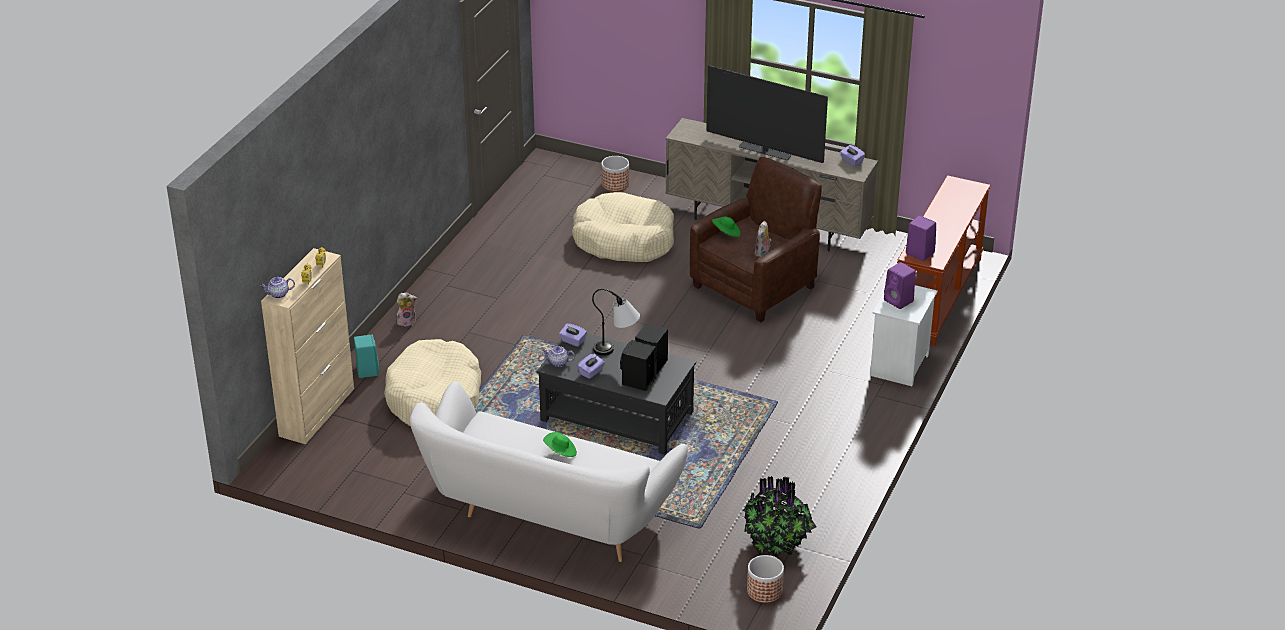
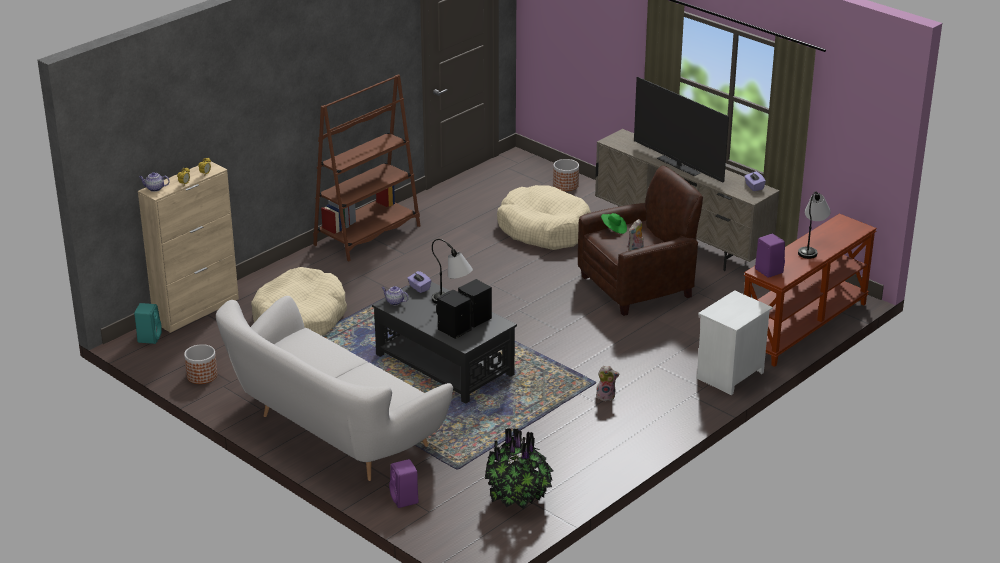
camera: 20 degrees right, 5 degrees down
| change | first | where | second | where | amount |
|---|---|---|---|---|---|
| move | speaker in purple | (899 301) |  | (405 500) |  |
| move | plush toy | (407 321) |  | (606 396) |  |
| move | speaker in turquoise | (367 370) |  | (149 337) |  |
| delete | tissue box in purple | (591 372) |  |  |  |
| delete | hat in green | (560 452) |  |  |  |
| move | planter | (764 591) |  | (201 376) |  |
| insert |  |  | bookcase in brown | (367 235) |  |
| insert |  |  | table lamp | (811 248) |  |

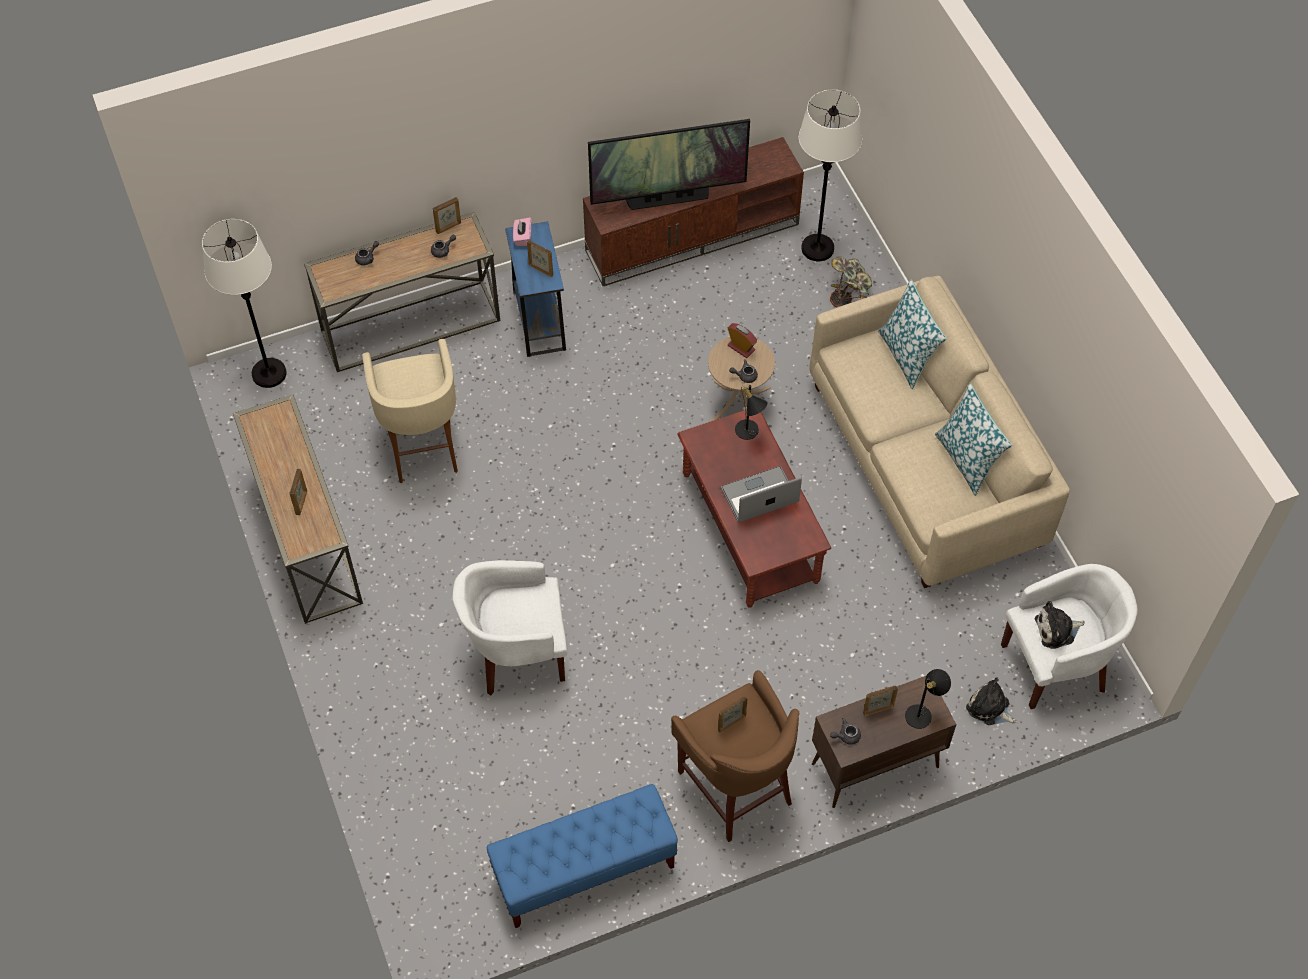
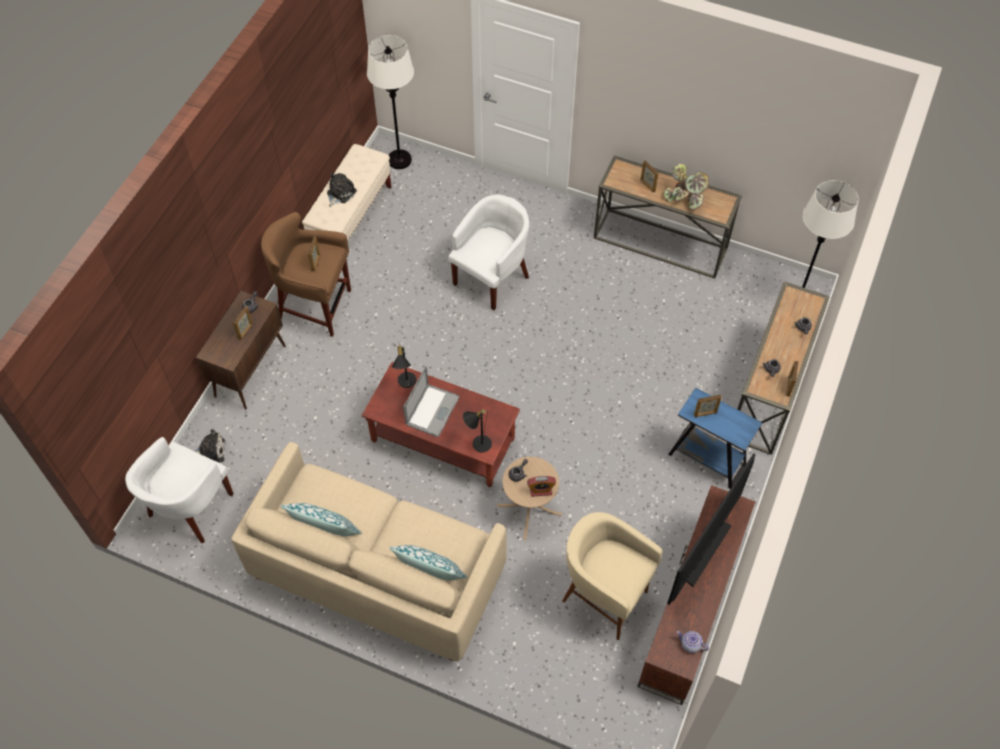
camera: 135 degrees right, 0 degrees up
| change | first | where | second | where | amount |
|---|---|---|---|---|---|
| move | floor lamp in white | (817 248) |  | (399 160) |  |
| delete | tissue box in pink | (522 237) |  |  |  |
| move | potted plant | (850 291) |  | (685 198) |  |
| move | stool in beige | (422 445) |  | (603 598) |  |
| move | plush toy | (1057 630) |  | (340 193) |  |
| move | table lamp in black | (922 714) |  | (405 383) |  |
| recolor | bench in blue | (584 870) | bench in beige | (351 218) |  |
| insert |  |  | teapot | (691 645) |  |

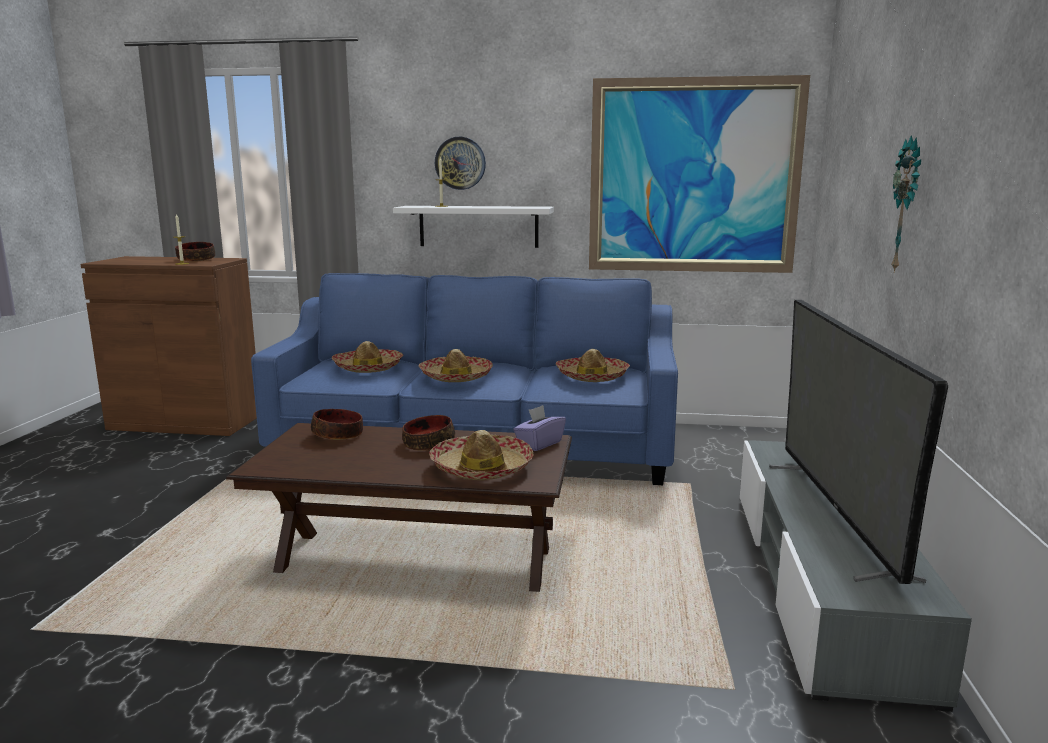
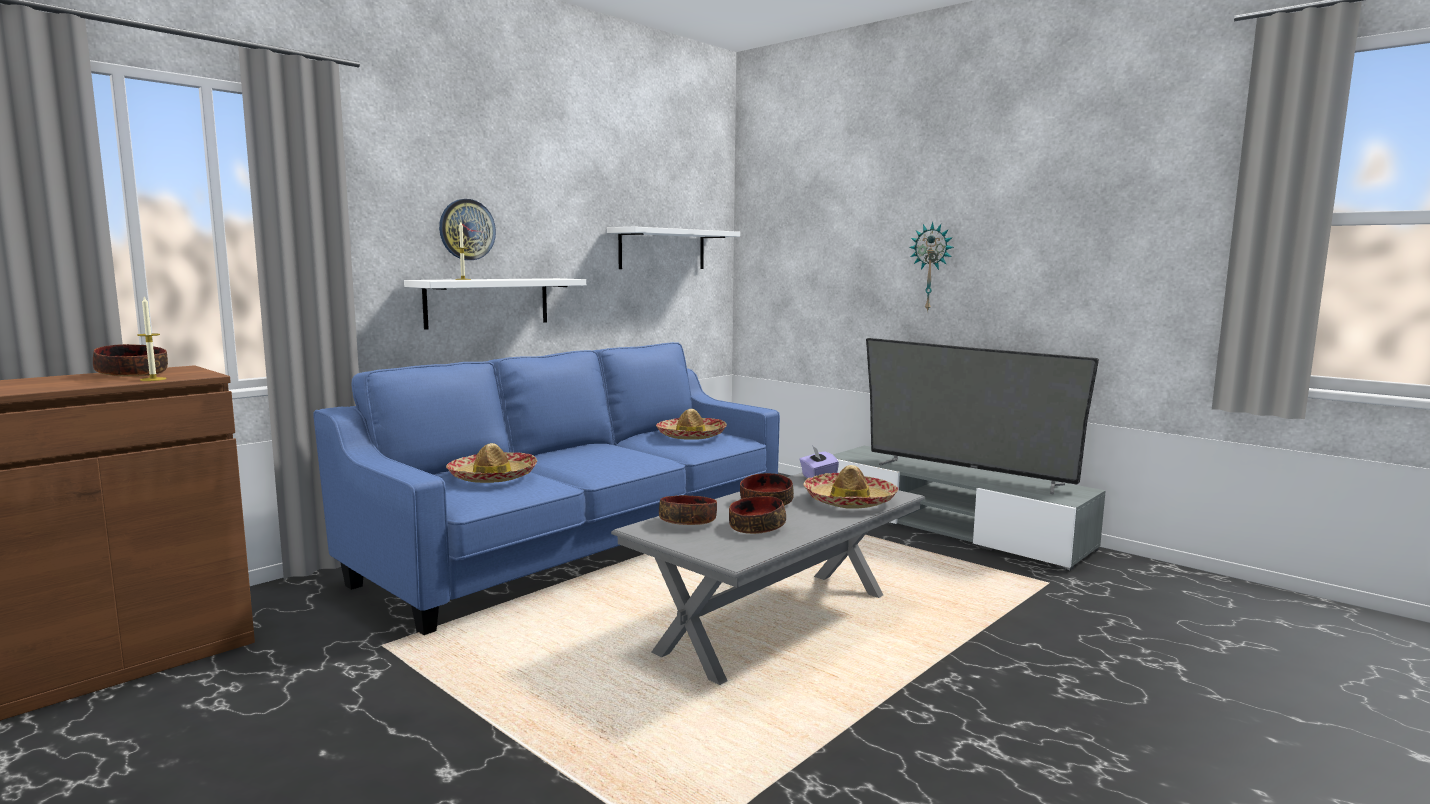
camera: 55 degrees left, 5 degrees down
| change | first | where | second | where | amount |
|---|---|---|---|---|---|
| replace | picture | (694 176) | shelf in white | (662 249) |  |
| delete | hat | (455 377) |  |  |  |
| recolor | coffee table in brown | (416 560) | coffee table in grey | (776 622) |  |
| insert |  |  | bowl | (756 527) |  |

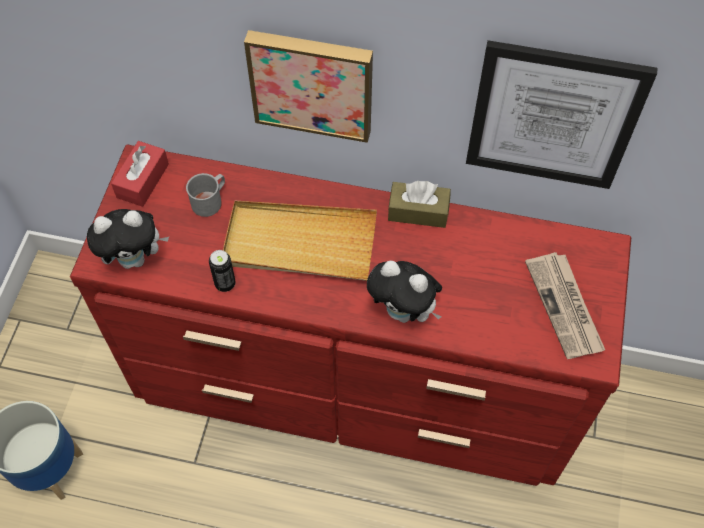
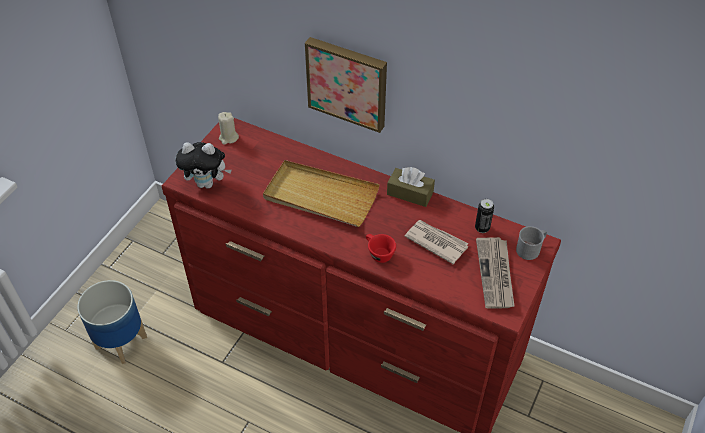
camera: 15 degrees right, 10 degrees down
| change | first | where | second | where | amount |
|---|---|---|---|---|---|
| delete | picture | (553 117) |  |  |  |
| replace | tissue box in red | (142 180) | candle in beige | (228 138) |  |
| move | mug in grey | (210 200) |  | (530 249) |  |
| move | can | (225 284) |  | (482 228) |  |
| replace | plush toy | (404 312) | cup in red | (378 253) |  |
| insert |  |  | newspaper | (436 242) |  |

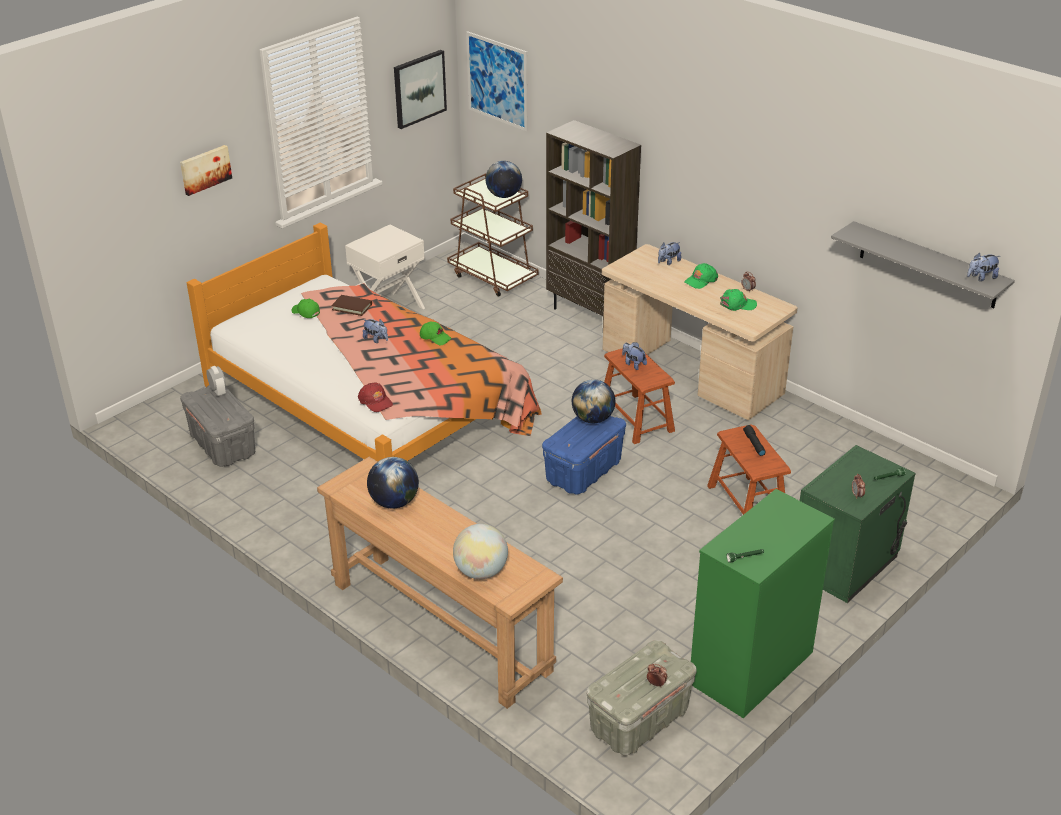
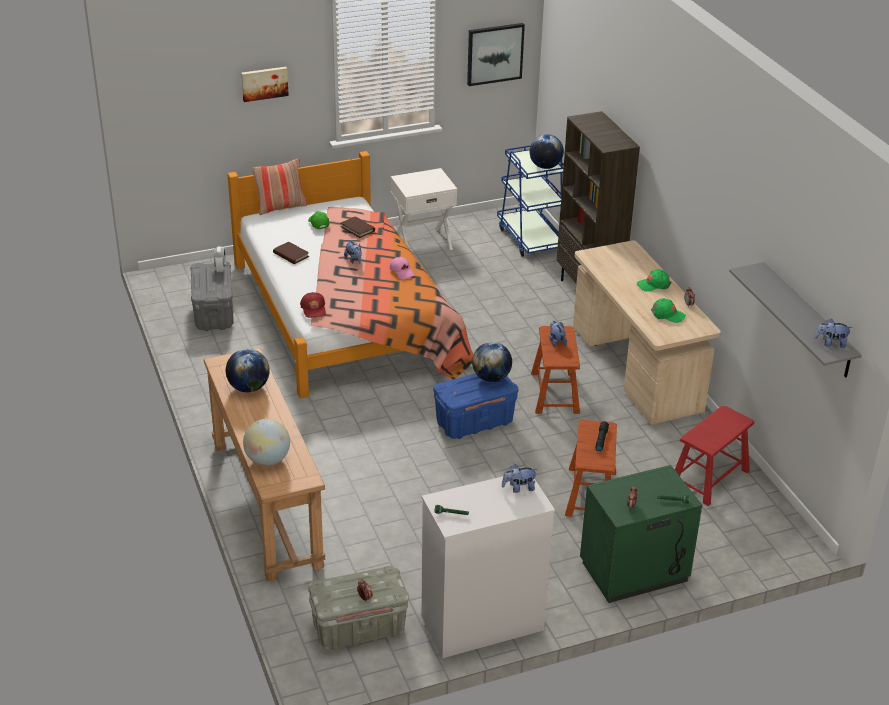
camera: 25 degrees right, 0 degrees up
| change | first | where | second | where | amount |
|---|---|---|---|---|---|
| delete | picture | (497 81) |  |  |  |
| recolor | cart in brown | (493 277) | cart in blue | (531 238) |  |
| move | plush toy | (668 262) |  | (518 488) |  |
| recolor | cap in green | (435 338) | cap in pink | (402 272) |  |
| recolor | dresser in green | (750 668) | dresser in white | (481 623) |  |
| insert |  |  | pillow | (280 207) |  |
| insert |  |  | book in brown | (291 255) |  |
| insert |  |  | stool in red | (709 477) |  |

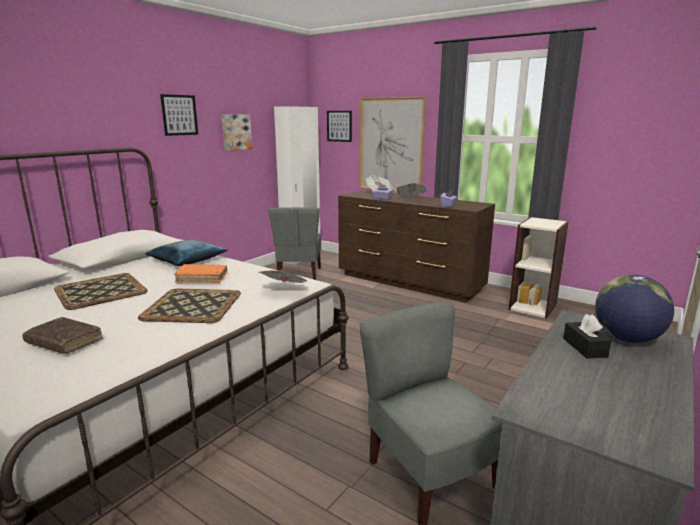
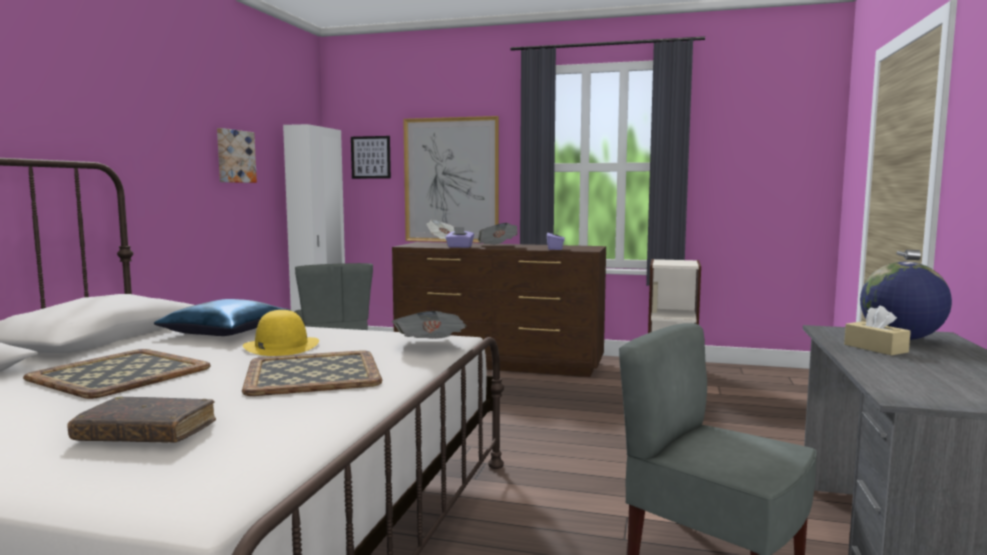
camera: 20 degrees left, 10 degrees down
| change | first | where | second | where | amount |
|---|---|---|---|---|---|
| delete | picture | (179 115) |  |  |  |
| replace | book in orange | (202 278) | hat in yellow | (281 346) |  |
| recolor | tissue box in black | (584 347) | tissue box in beige | (875 348) |  |

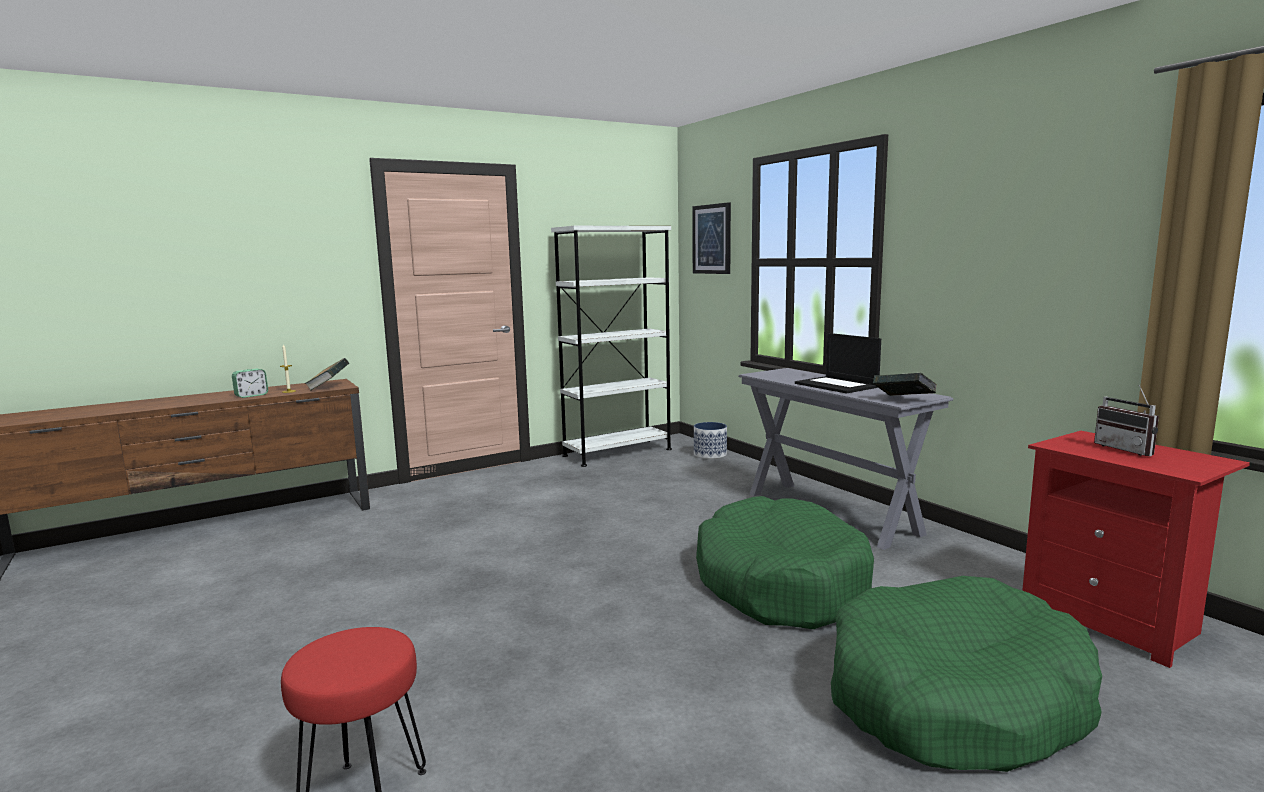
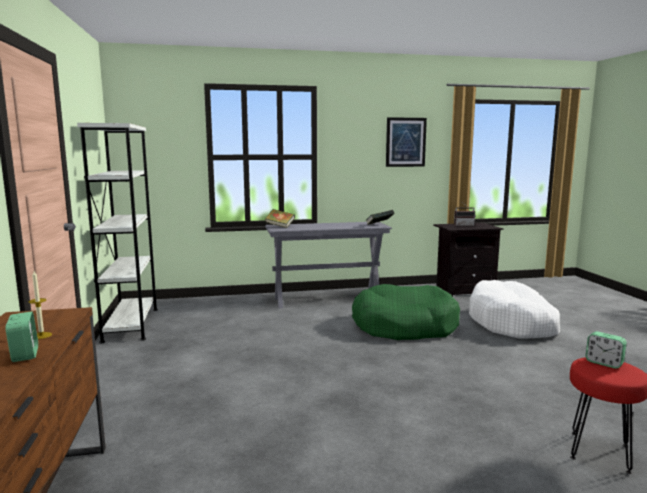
camera: 70 degrees left, 0 degrees up
| change | first | where | second | where | amount |
|---|---|---|---|---|---|
| move | picture | (712 239) |  | (405 142) |  |
| delete | laptop | (837 385) |  |  |  |
| move | book | (328 387) |  | (280 226) |  |
| delete | planter | (710 454) |  |  |  |
| recolor | nightstand in red | (1114 621) | nightstand in black | (463 291) |  |
| recolor | dog bed in green | (953 699) | dog bed in white | (512 322) |  |
| insert |  |  | alarm clock | (604 363) |  |

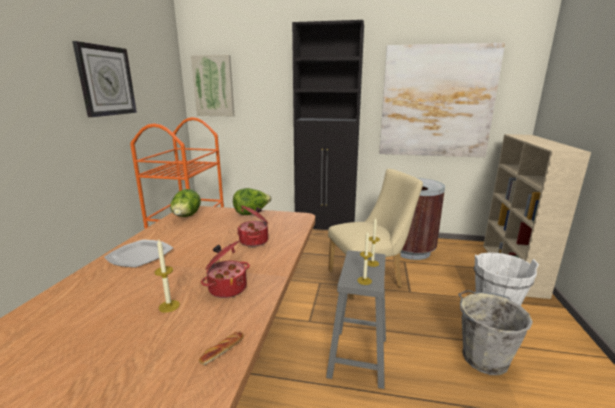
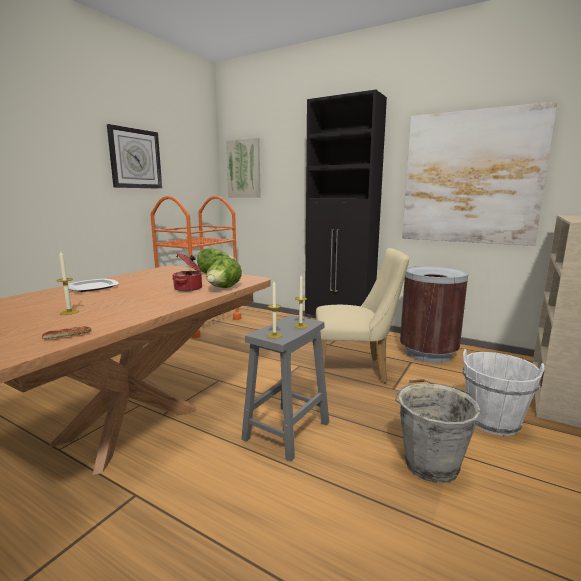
camera: 20 degrees right, 5 degrees down
| change | first | where | second | where | amount |
|---|---|---|---|---|---|
| move | lettuce | (186 217) |  | (223 288) |  |
| delete | cooking pot | (227 288) |  |  |  |

